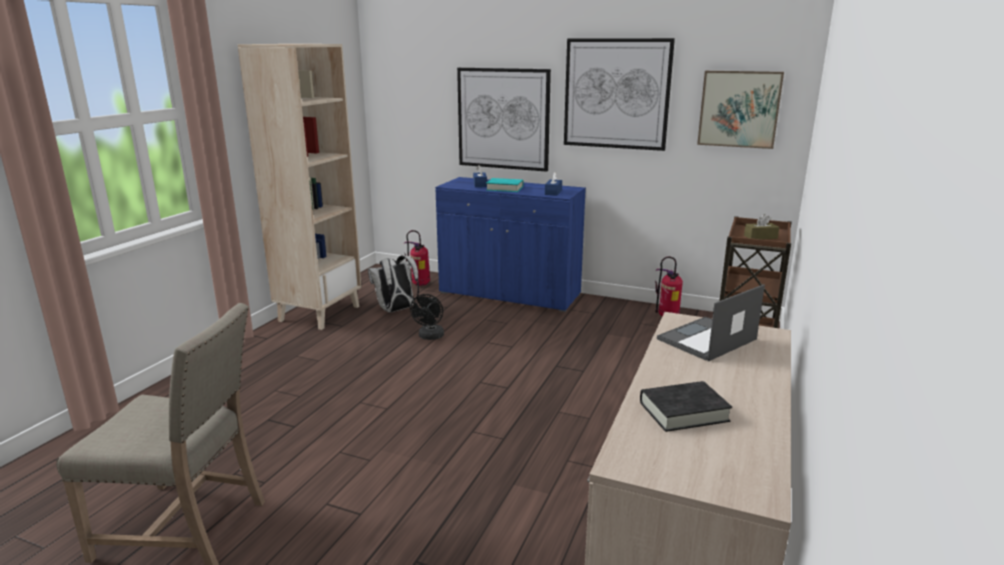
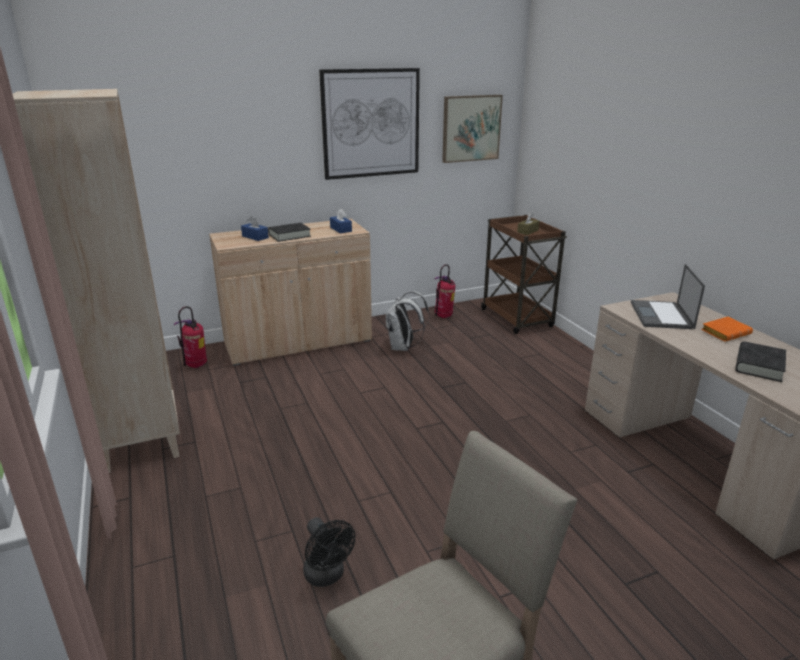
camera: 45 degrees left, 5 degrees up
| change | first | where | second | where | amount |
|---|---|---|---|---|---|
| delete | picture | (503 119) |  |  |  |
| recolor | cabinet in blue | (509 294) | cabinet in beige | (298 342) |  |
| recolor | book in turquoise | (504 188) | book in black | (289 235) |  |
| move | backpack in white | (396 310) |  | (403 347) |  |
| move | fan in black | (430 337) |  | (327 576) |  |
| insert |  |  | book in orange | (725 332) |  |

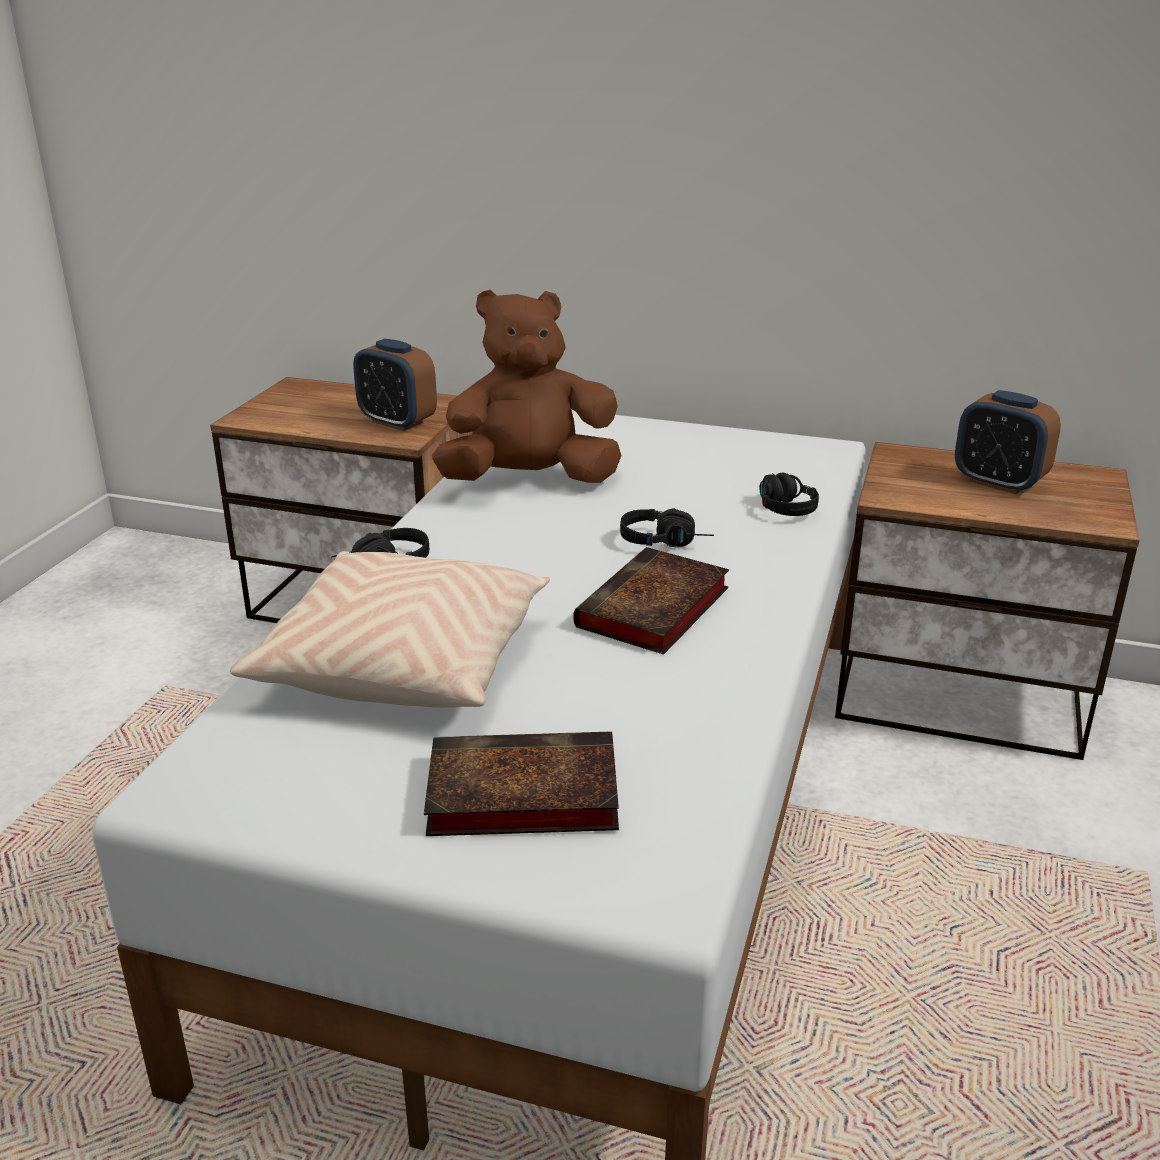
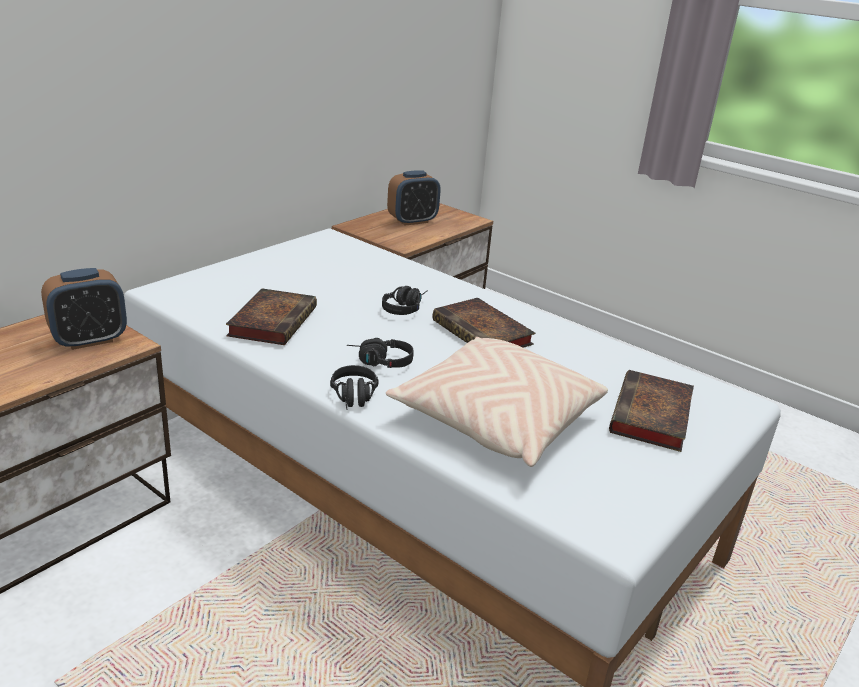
camera: 70 degrees left, 0 degrees up
| change | first | where | second | where | amount |
|---|---|---|---|---|---|
| replace | plush toy in brown | (529 480) | book | (273 321) |  |
| move | headphones in black | (781 505) |  | (378 362) |  |

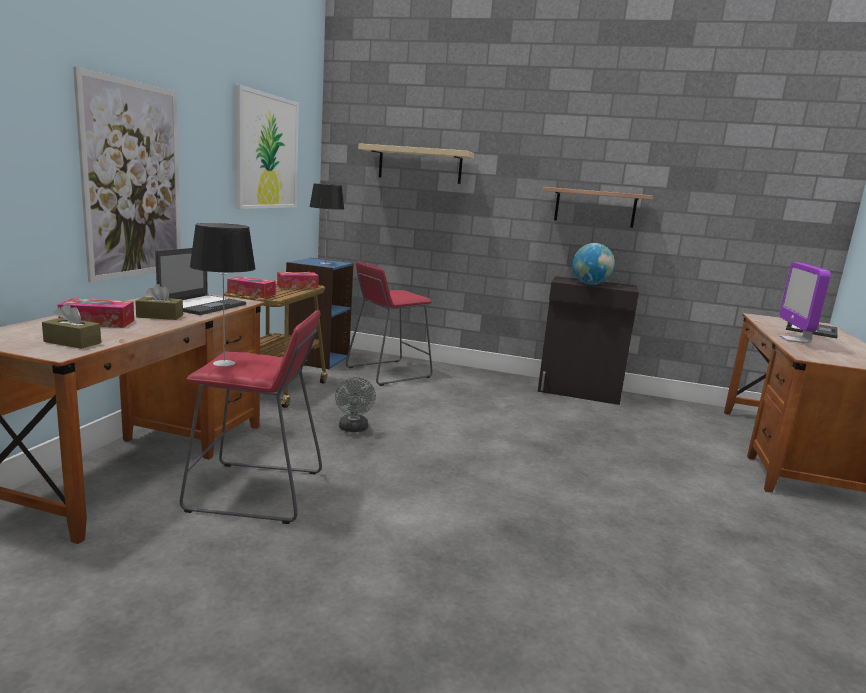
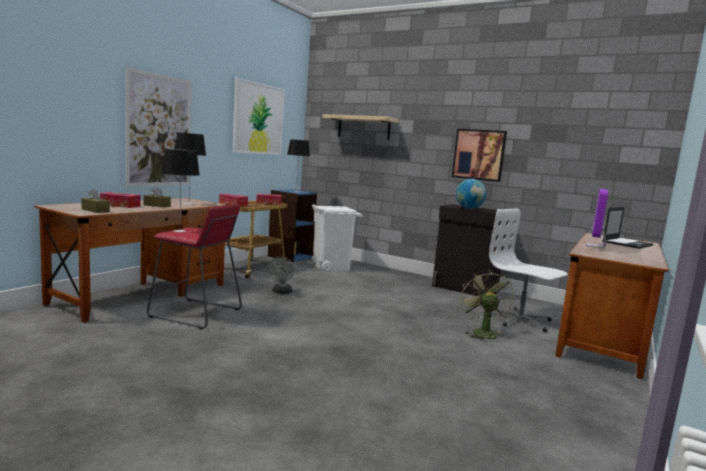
camera: 15 degrees right, 5 degrees down
| change | first | where | second | where | amount |
|---|---|---|---|---|---|
| replace | shelf | (595 207) | picture | (479 155) |  |
| replace | laptop | (203 305) | table lamp | (189 203) |  |
| replace | stool in red | (388 372) | trash can in white | (332 267) |  |
| insert |  |  | office chair in white | (520 320) |  |
| insert |  |  | fan in green | (481 332) |  |

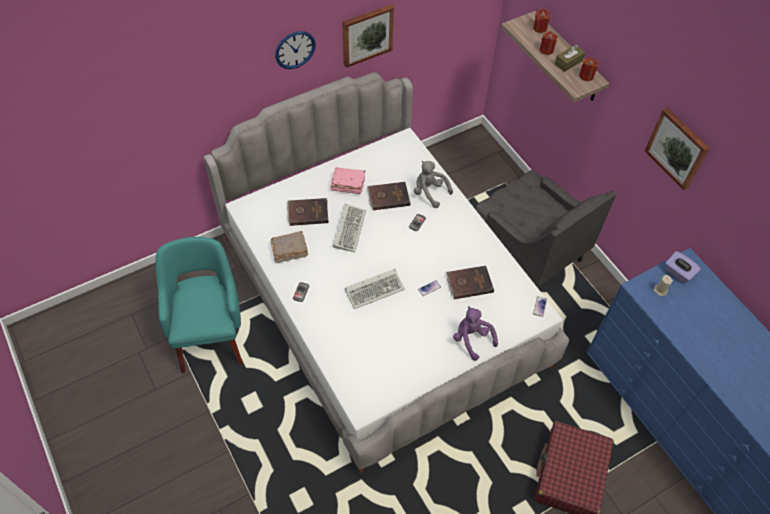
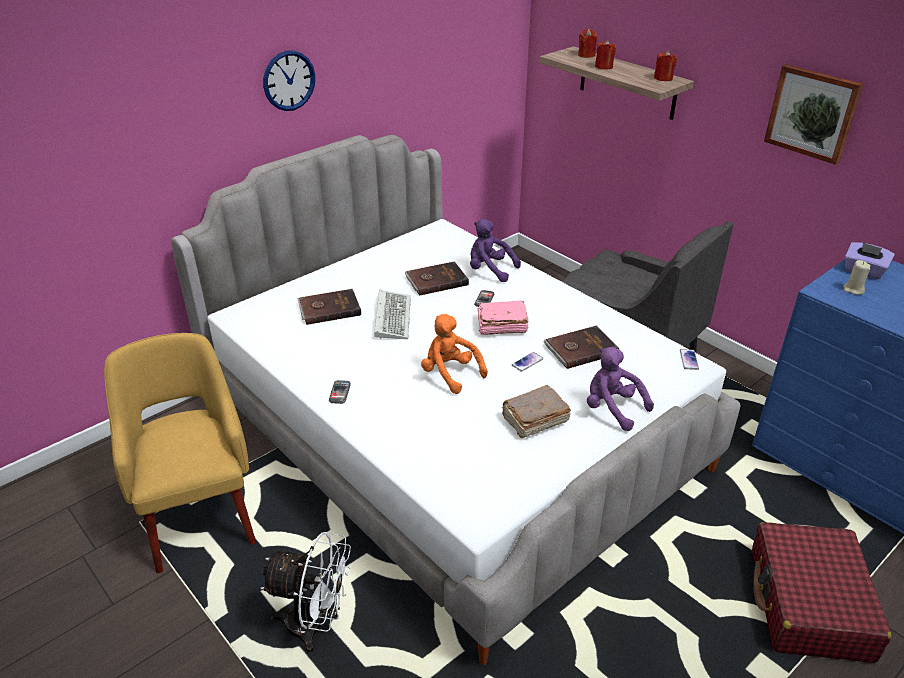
camera: 10 degrees left, 20 degrees down
| change | first | where | second | where | amount |
|---|---|---|---|---|---|
| delete | picture | (367 35) |  |  |  |
| delete | tissue box in brown | (568 62) |  |  |  |
| recolor | plush toy in grey | (429 192) | plush toy in purple | (489 270) |  |
| move | book in pink | (347 185) |  | (501 326) |  |
| move | book in brown | (289 251) |  | (534 420) |  |
| recolor | armchair in turquoise | (210 333) | armchair in yellow | (199 511) |  |
| replace | keyboard | (375 289) | plush toy in orange | (450 374) |  |
| insert |  |  | fan in white | (315 625) |  |

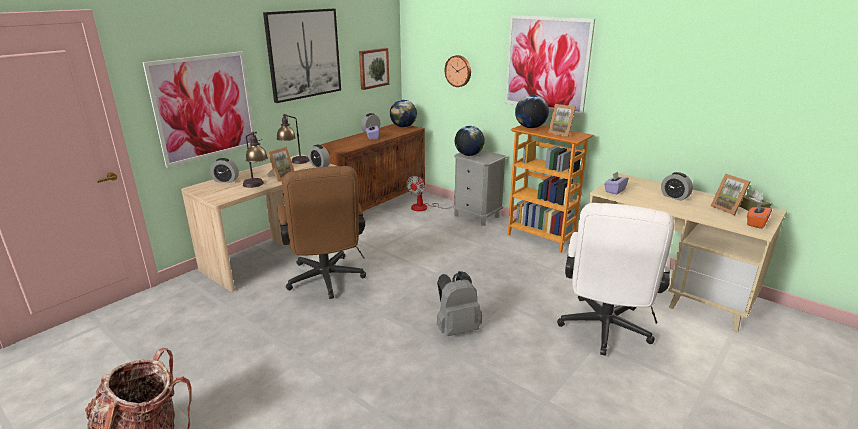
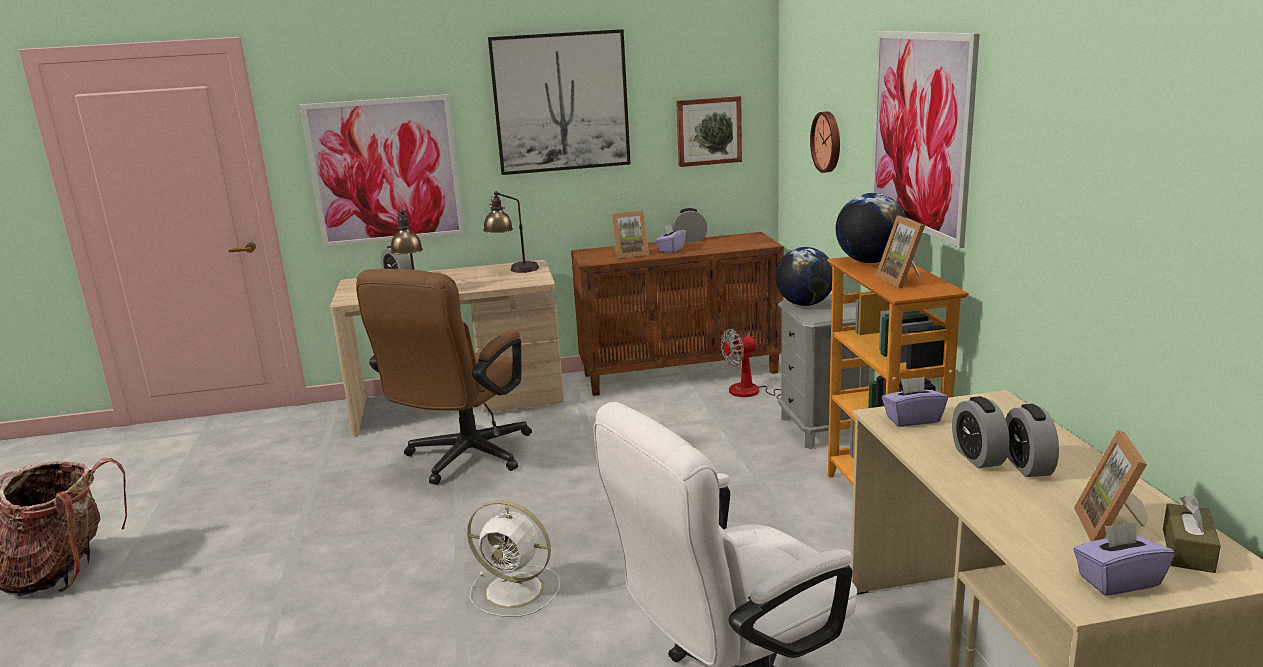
camera: 40 degrees right, 5 degrees down
| change | first | where | second | where | amount |
|---|---|---|---|---|---|
| delete | globe | (403 127) |  |  |  |
| move | alarm clock | (320 166) |  | (977 457) |  |
| move | picture frame | (281 177) |  | (630 254) |  |
| recolor | tissue box in orange | (756 223) | tissue box in purple | (1118 580) |  |
| replace | backpack in grey | (456 328) | fan in white | (516 590) |  |

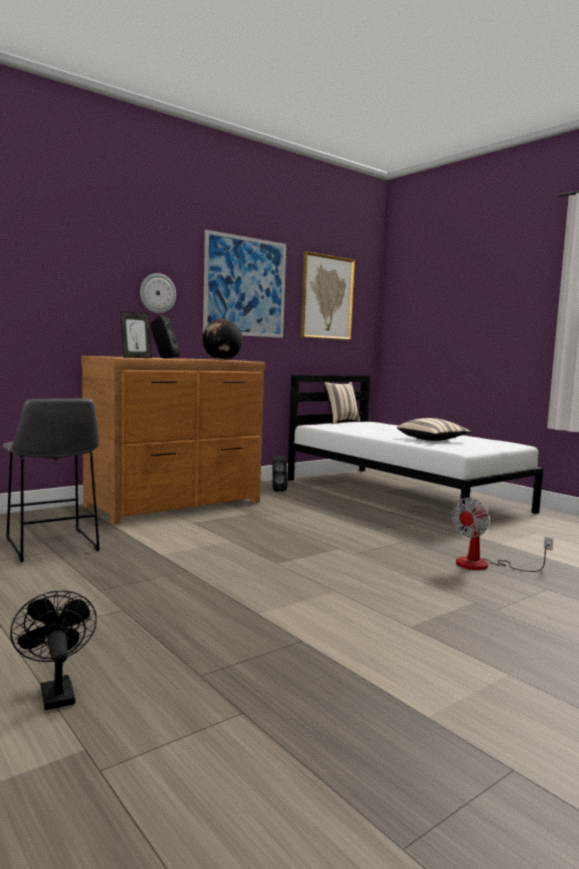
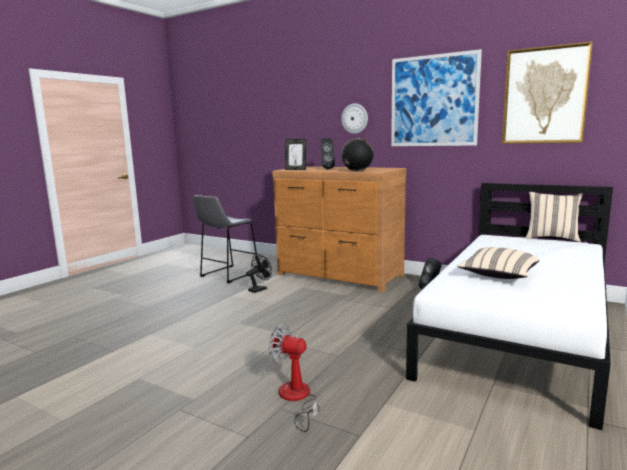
camera: 70 degrees right, 5 degrees up
| change | first | where | second | where | amount |
|---|---|---|---|---|---|
| move | fan in black | (55 691) |  | (259 289) |  |

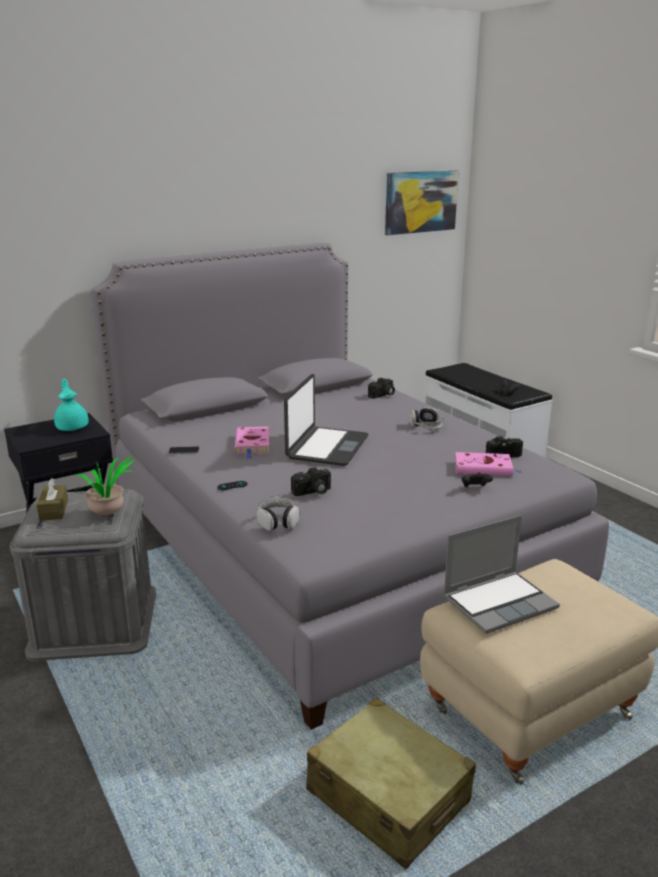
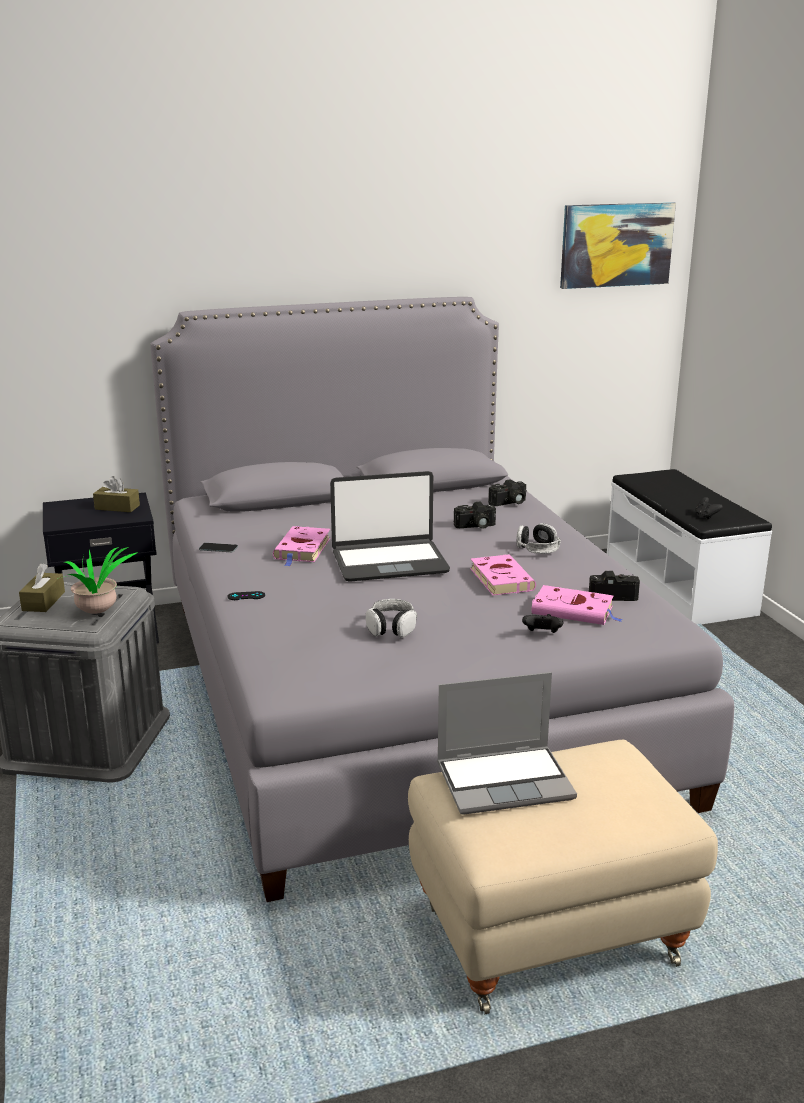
camera: 15 degrees right, 0 degrees up
| change | first | where | second | where | amount |
|---|---|---|---|---|---|
| rotate | laptop | (326 447) |  | (389 562) | 45 degrees clockwise |
| replace | teapot in turquoise | (72 427) | tissue box in brown | (117 507) |  |
| move | photo camera | (313 492) |  | (475 526) |  |
| move | headphones | (277 521) |  | (391 627) |  |
| delete | suitcase in beige | (388 796) |  |  |  |
| insert |  |  | book in pink | (500 579) |  |

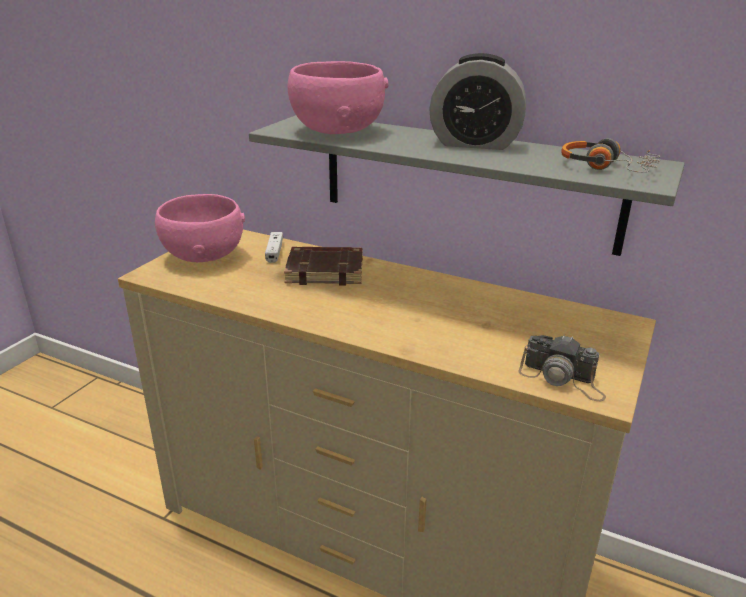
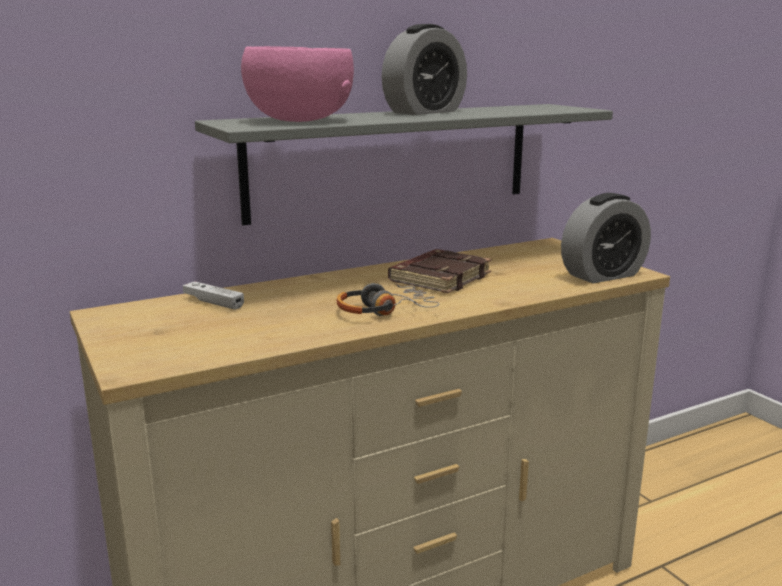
camera: 55 degrees left, 10 degrees down
| change | first | where | second | where | amount |
|---|---|---|---|---|---|
| move | headphones | (607 167) |  | (384 310) |  |
| delete | bowl in pink | (203 256) |  |  |  |
| move | book in brown | (326 271) |  | (439 278) |  |
| replace | photo camera | (562 379) | alarm clock | (603 275) |  |

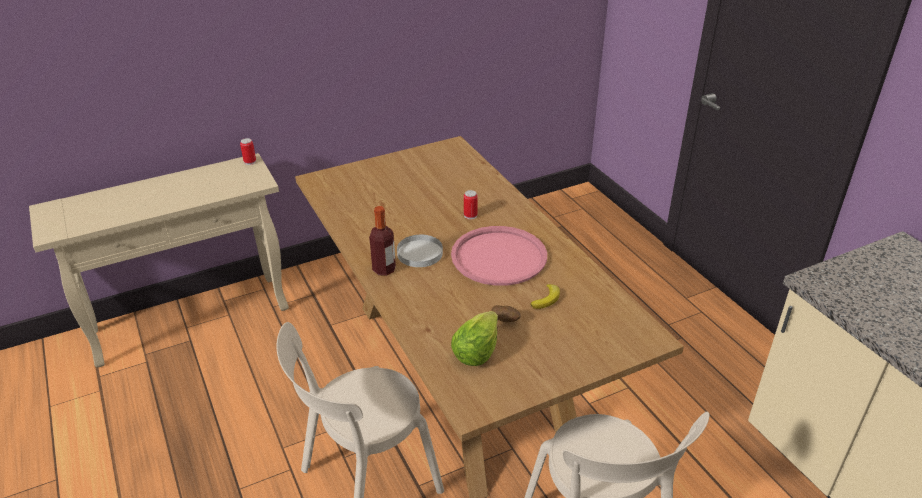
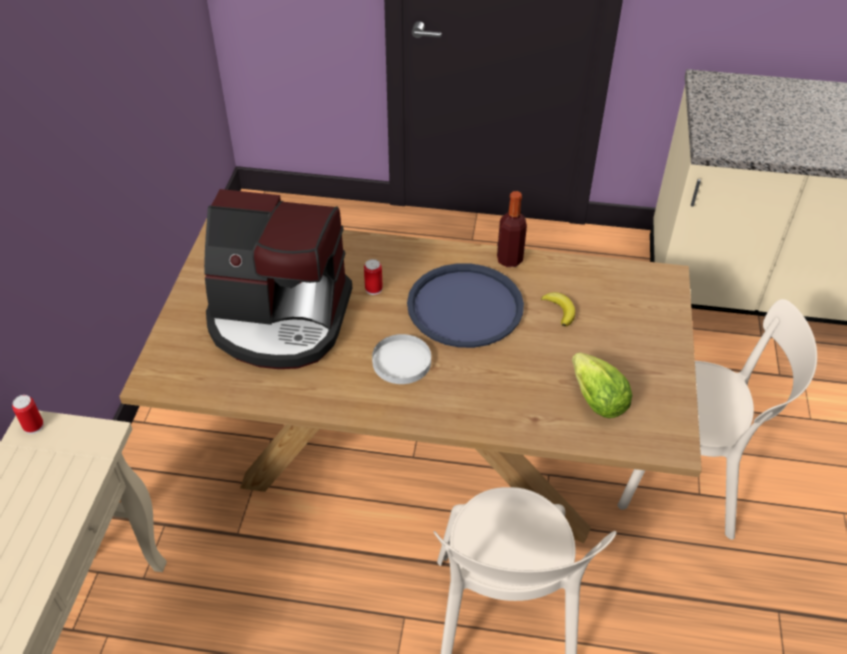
camera: 55 degrees left, 10 degrees up
| change | first | where | second | where | amount |
|---|---|---|---|---|---|
| move | bottle | (384 269) |  | (509 260) |  |
| recolor | tray in pink | (499 257) | tray in blue | (465 306) |  |
| delete | potato | (505 320) |  |  |  |
| insert |  |  | coffee machine | (279 320) |  |

